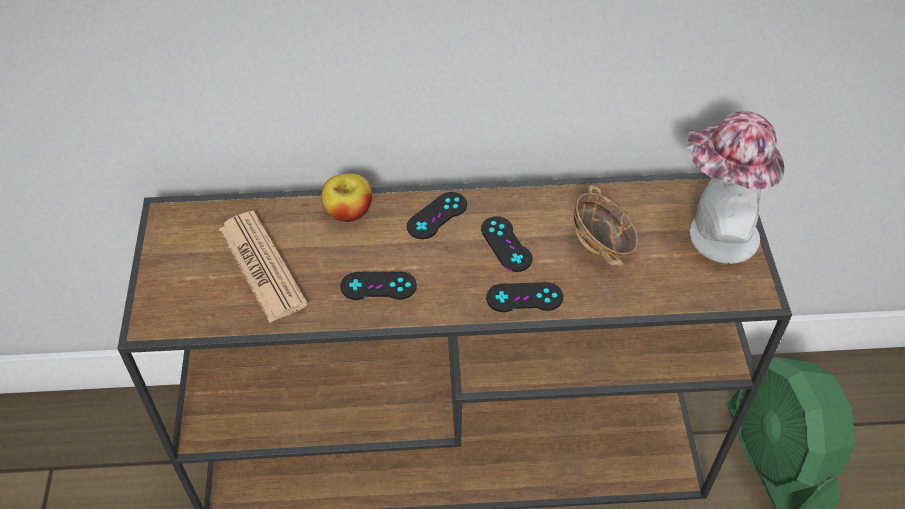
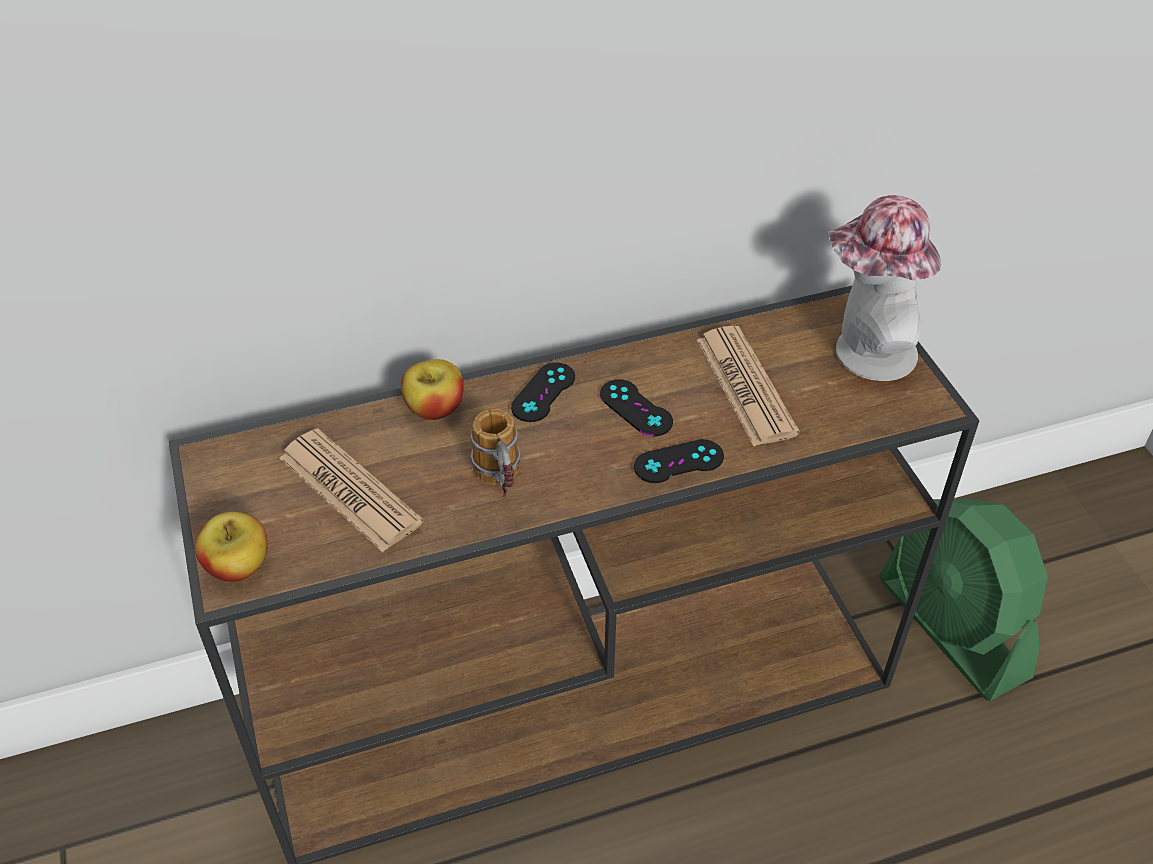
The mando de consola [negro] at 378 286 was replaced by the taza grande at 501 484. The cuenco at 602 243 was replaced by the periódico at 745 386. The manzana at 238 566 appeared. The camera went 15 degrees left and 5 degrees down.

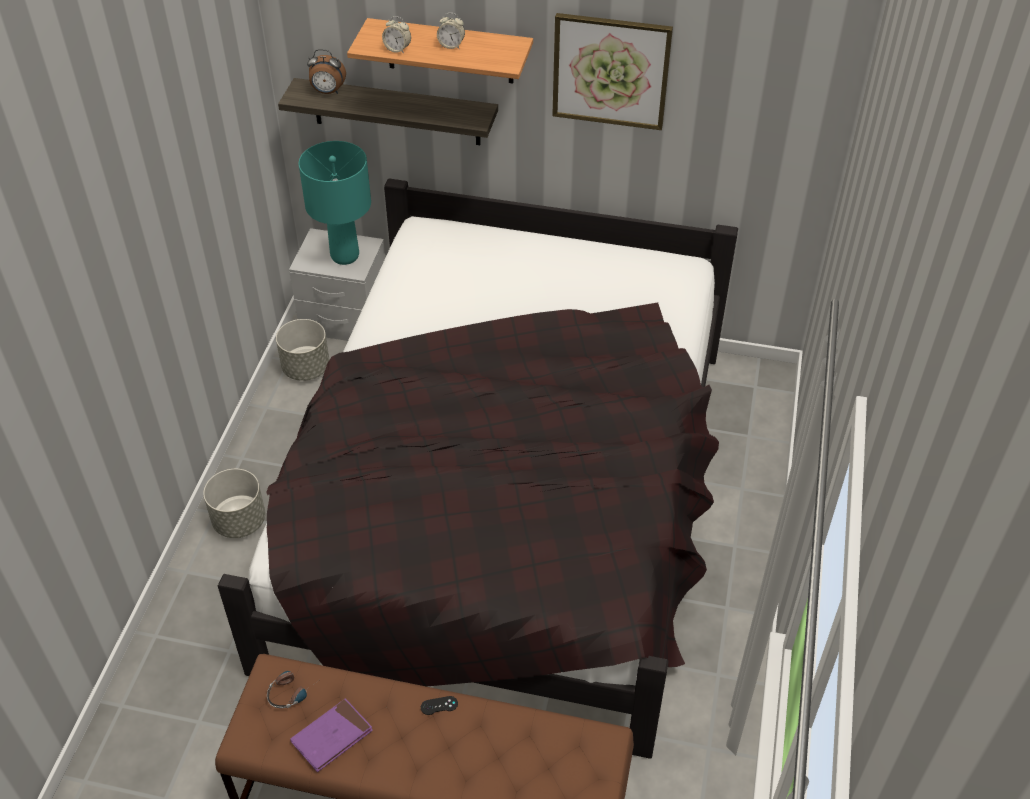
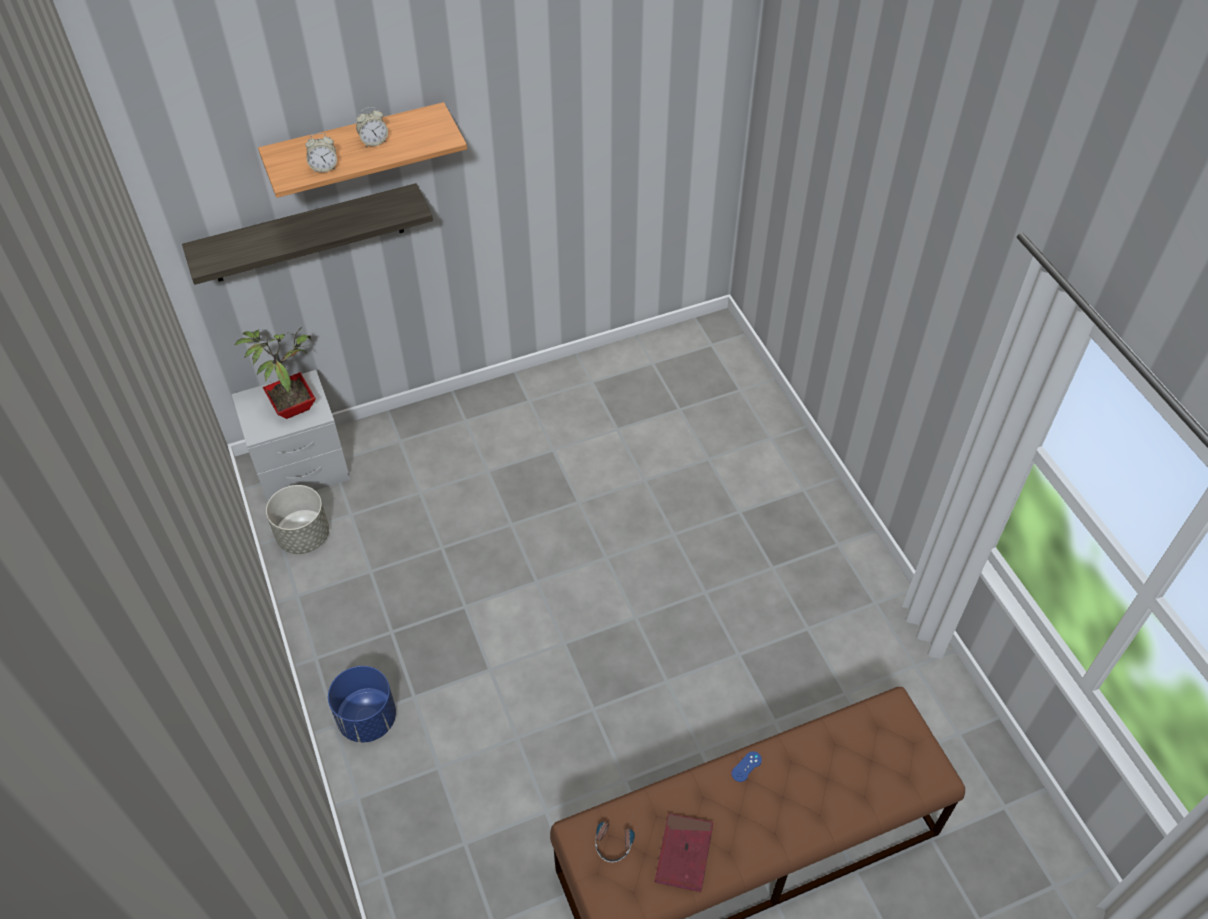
The maceta [gris] at 239 521 became the maceta [azul] at 367 719. The cama [negro] at 508 502 disappeared. The libro [morado] at 332 736 became the libro [rojo] at 684 853. The lámpara de mesa [turquesa] at 344 256 was replaced by the planta en maceta at 292 405. The despertador at 328 92 disappeared. The mando de consola [negro] at 439 705 became the mando de consola [azul] at 746 766. The cuadro at 610 71 disappeared. The camera went 35 degrees left and 5 degrees up.

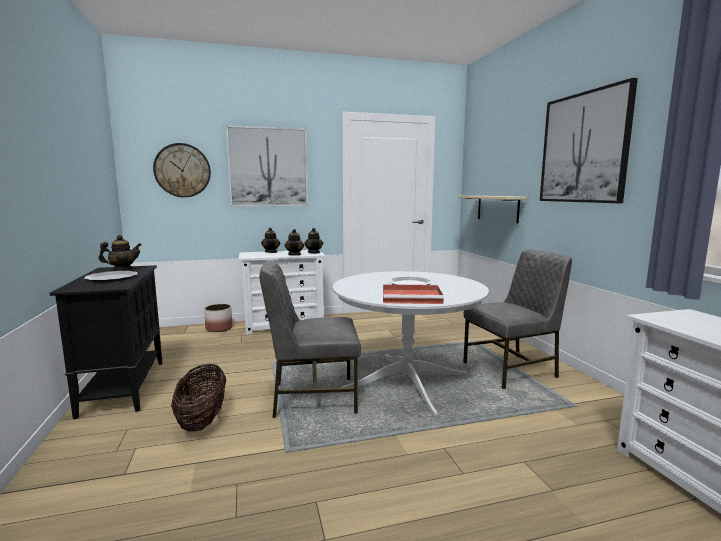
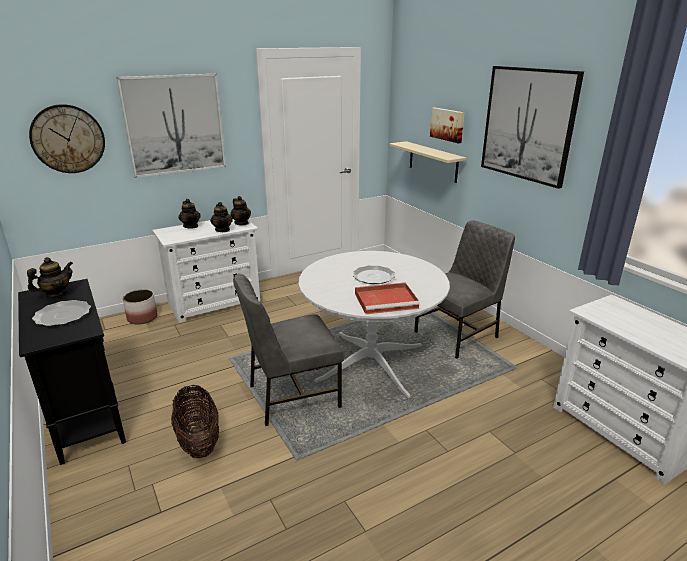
The cuadro at 448 124 appeared. The camera went 15 degrees left and 15 degrees up.

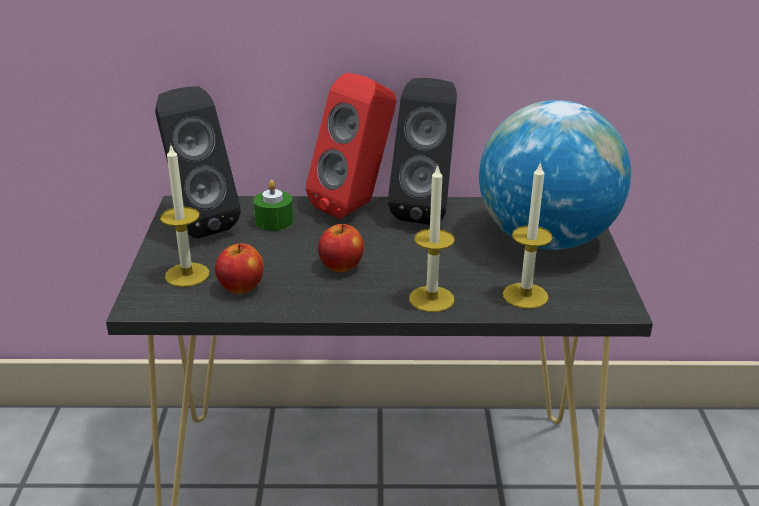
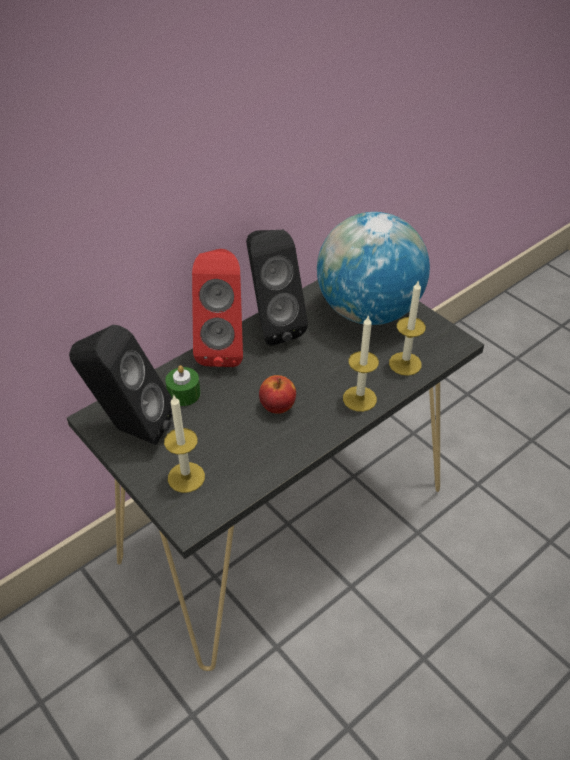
The manzana at 241 287 disappeared. The camera went 40 degrees left and 15 degrees up.

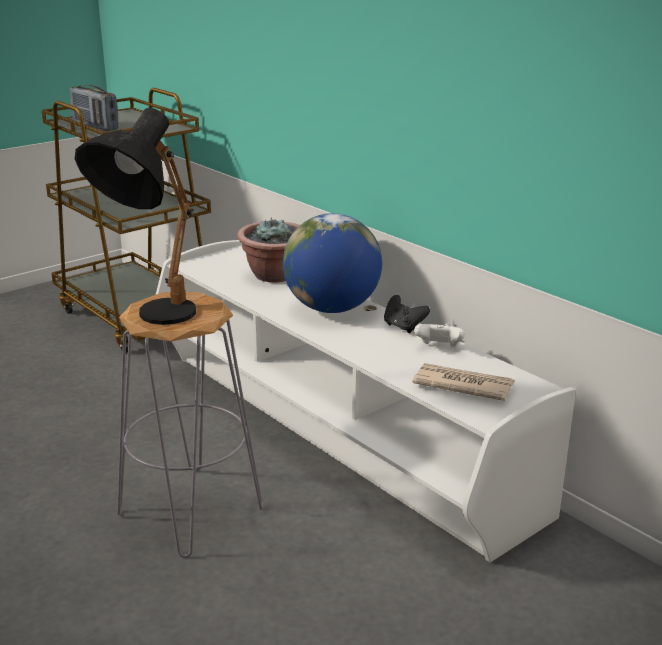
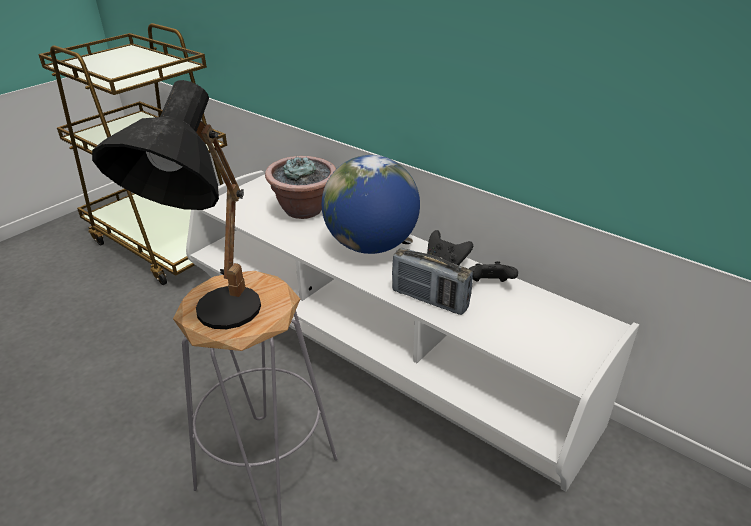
The radio moved from 95 126 to 429 299. The periódico at 462 385 disappeared. The mando de consola [blanco] at 439 348 became the mando de consola [negro] at 489 285. The camera went 10 degrees left and 10 degrees up.

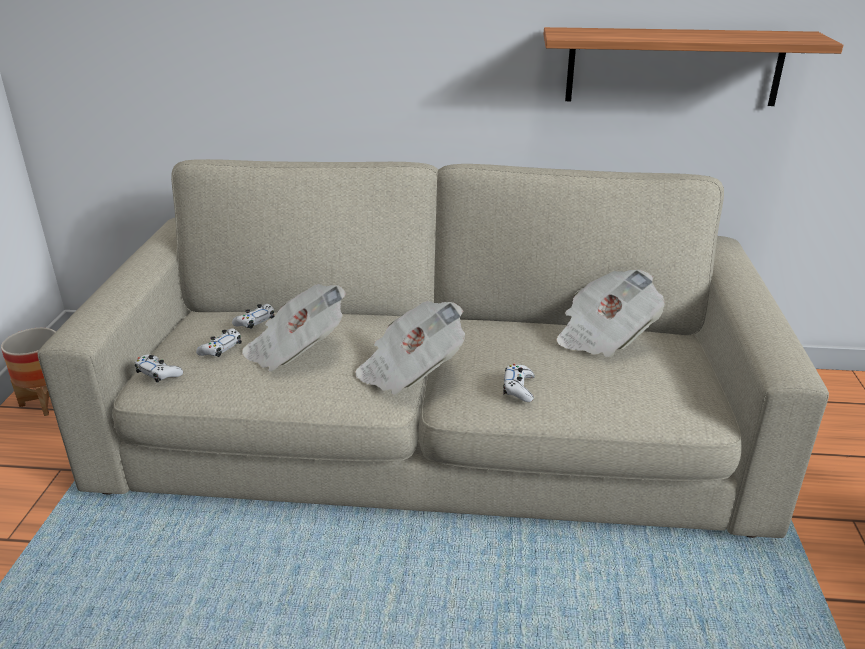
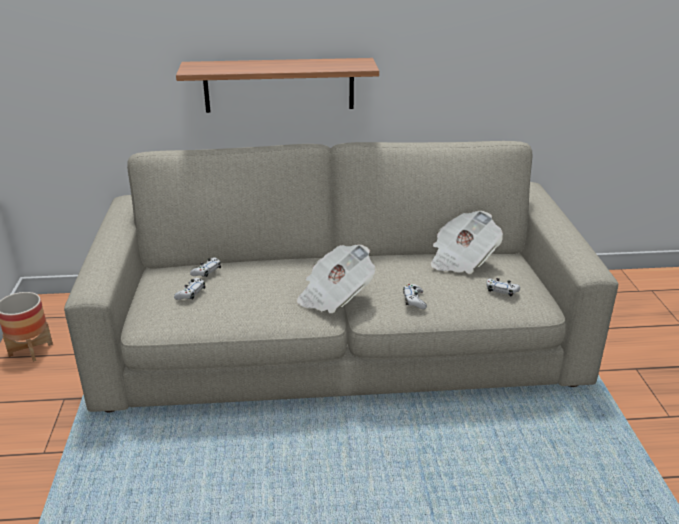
The mando de consola [blanco] moved from 158 373 to 501 290. The periódico at 295 350 disappeared. The estante moved from 673 67 to 279 85. The camera went 10 degrees left and 0 degrees up.

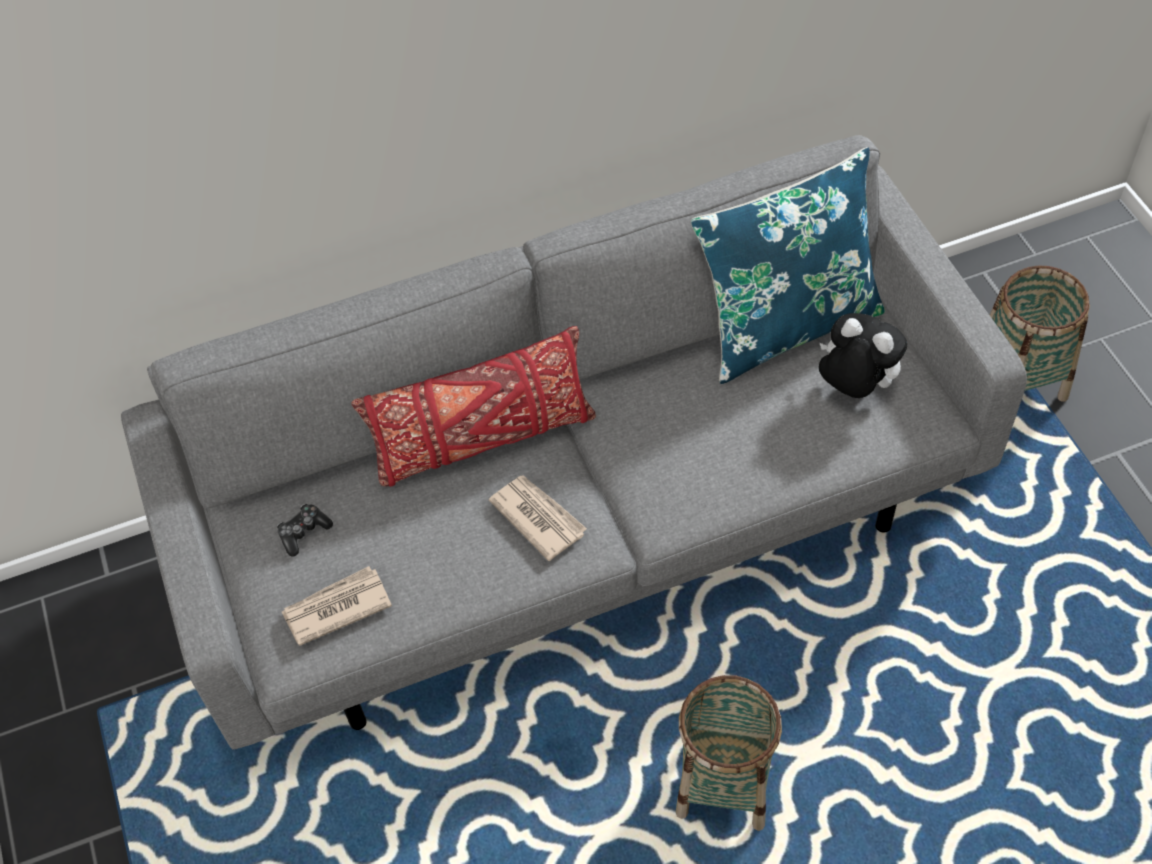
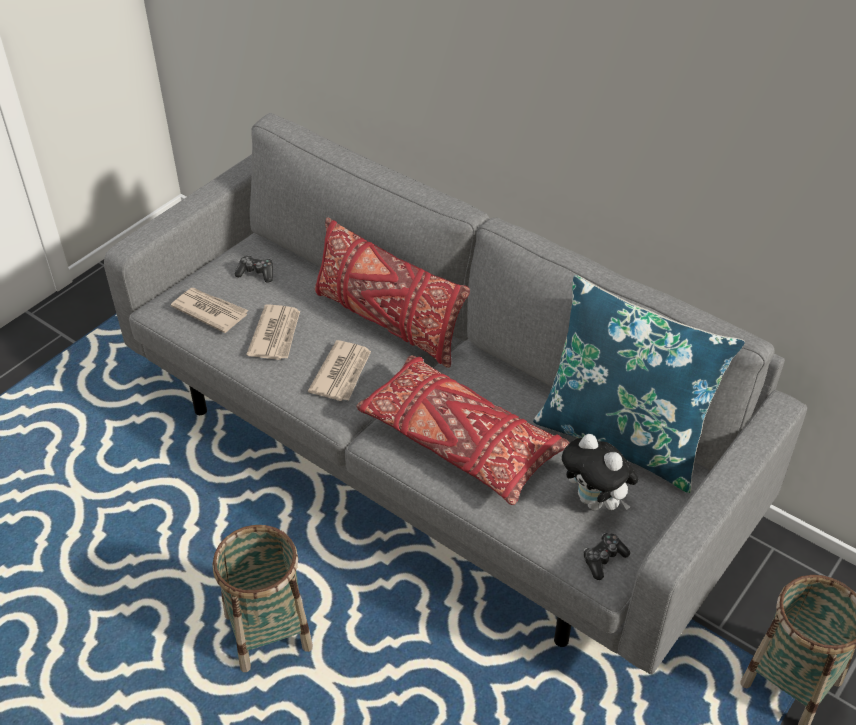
The peluche at 854 386 turned 135 degrees clockwise. The periódico at 276 334 appeared. The cojín [rojo] at 459 441 appeared. The mando de consola at 603 559 appeared. The camera went 55 degrees right and 10 degrees down.

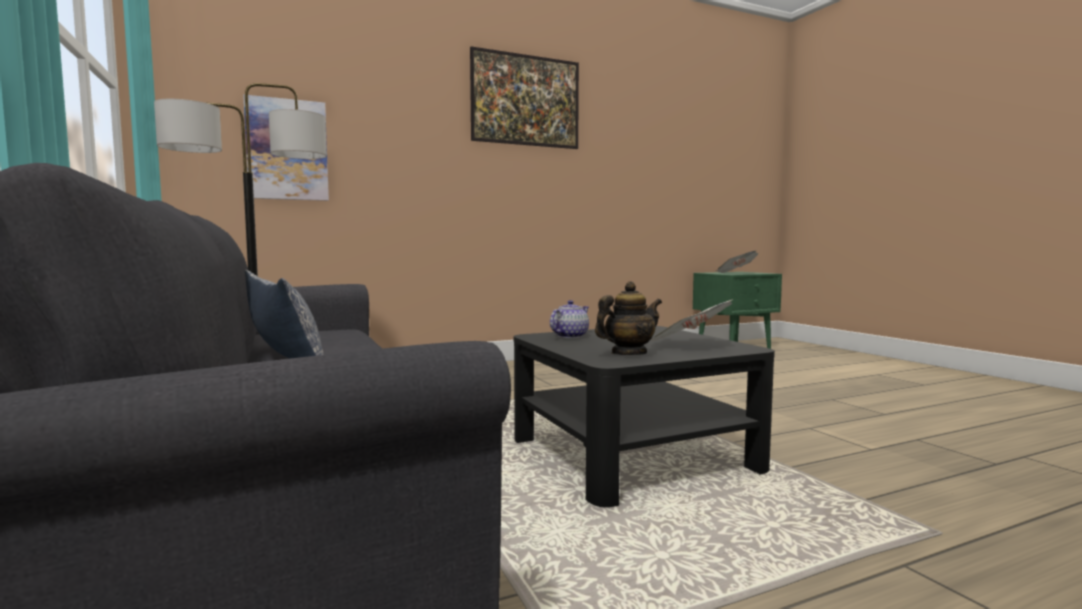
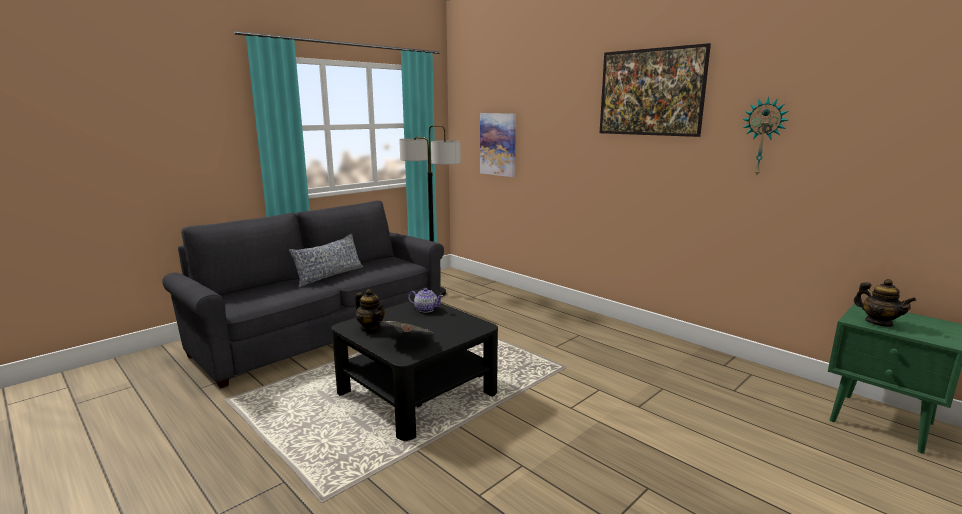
The periódico at 735 273 was replaced by the tetera at 878 323. The reloj de pared at 763 137 appeared. The camera went 70 degrees right and 10 degrees up.

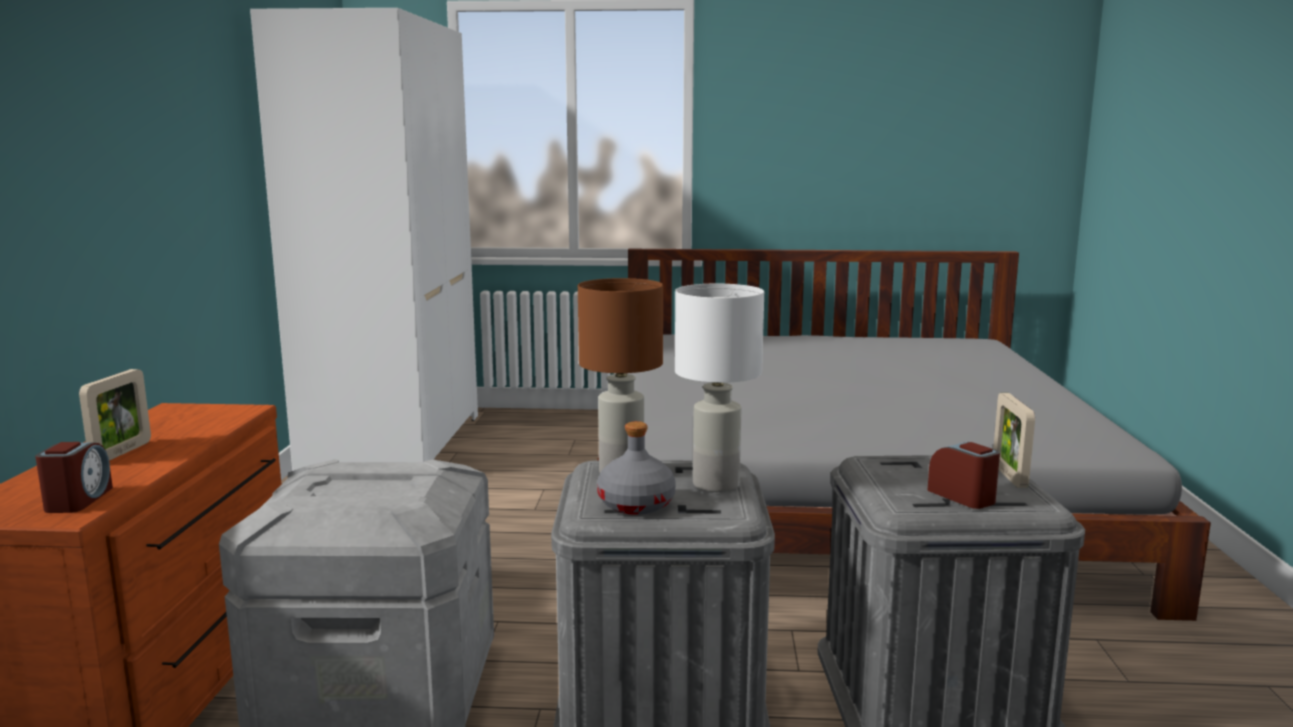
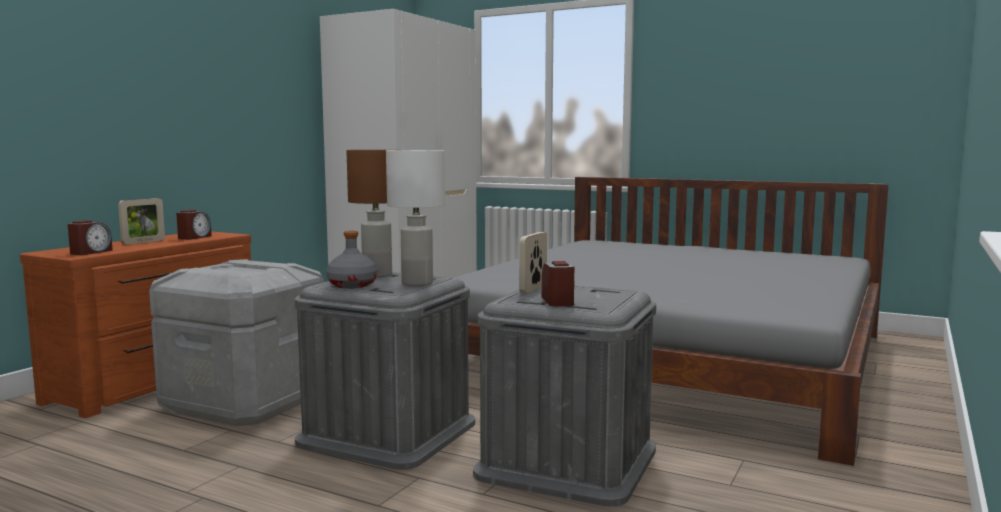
The portarretratos moved from 1009 476 to 533 289. The despertador at 194 237 appeared. The camera went 25 degrees right and 5 degrees down.

